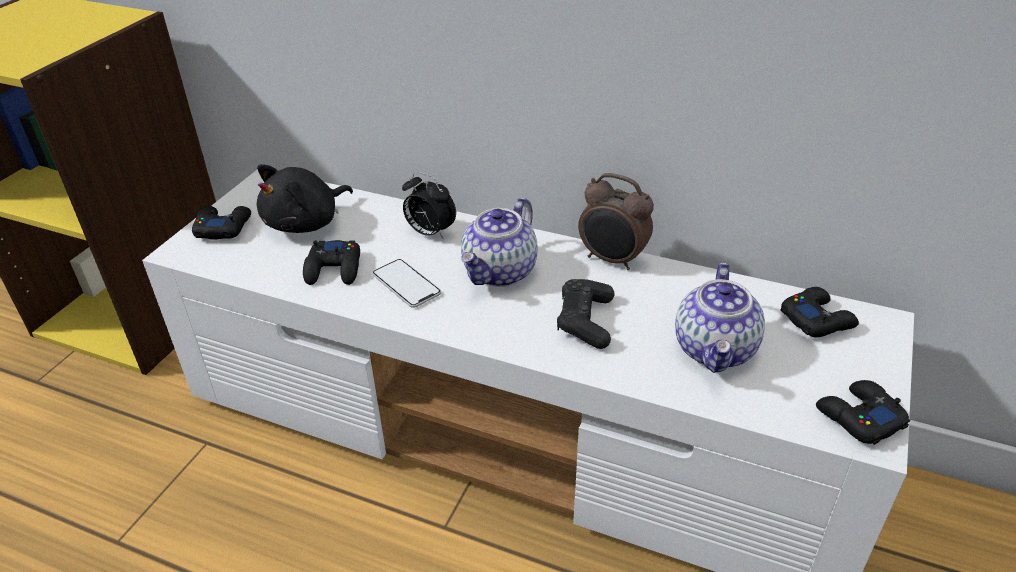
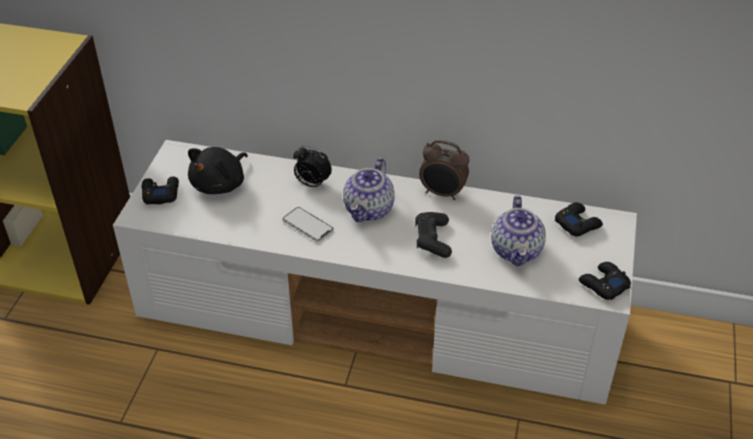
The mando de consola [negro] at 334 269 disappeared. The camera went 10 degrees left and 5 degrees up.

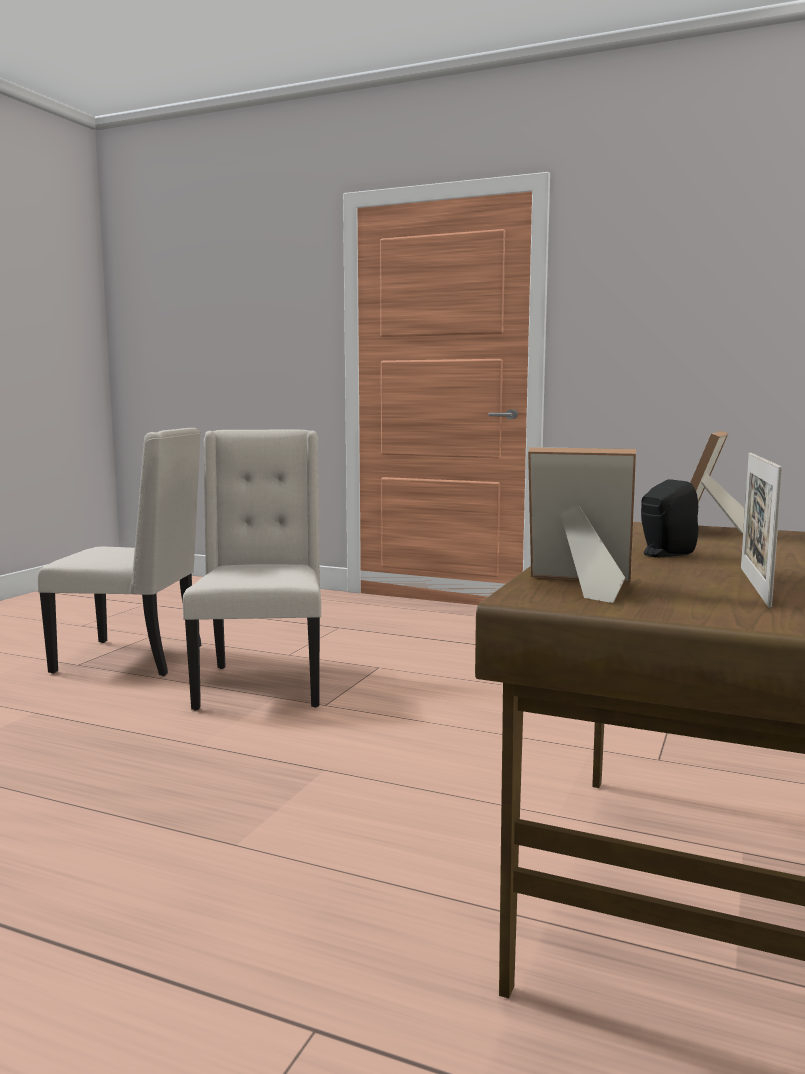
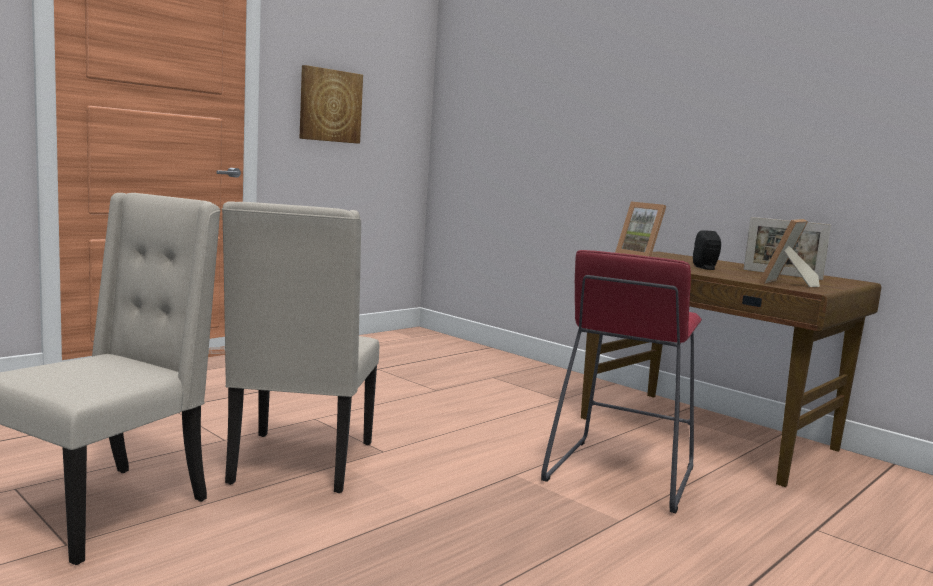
The silla [beis] at 262 685 turned 105 degrees counterclockwise. The cuadro at 330 105 appeared. The taburete [rojo] at 620 474 appeared. The camera went 70 degrees left and 0 degrees up.

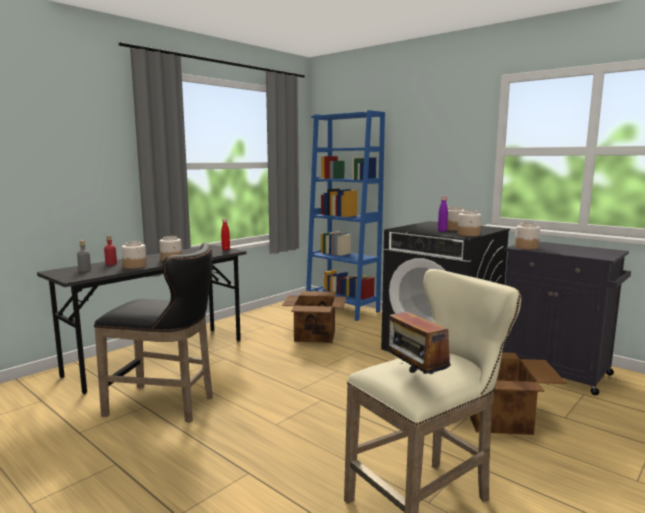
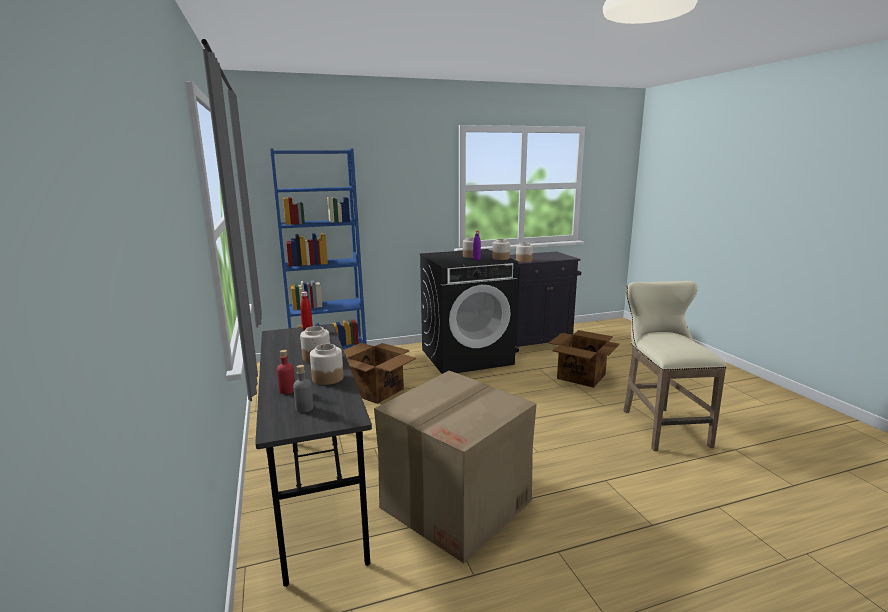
The taburete [negro] at 166 406 was replaced by the caja de cartón at 457 503. The radio at 415 379 disappeared. The camera went 60 degrees left and 5 degrees up.

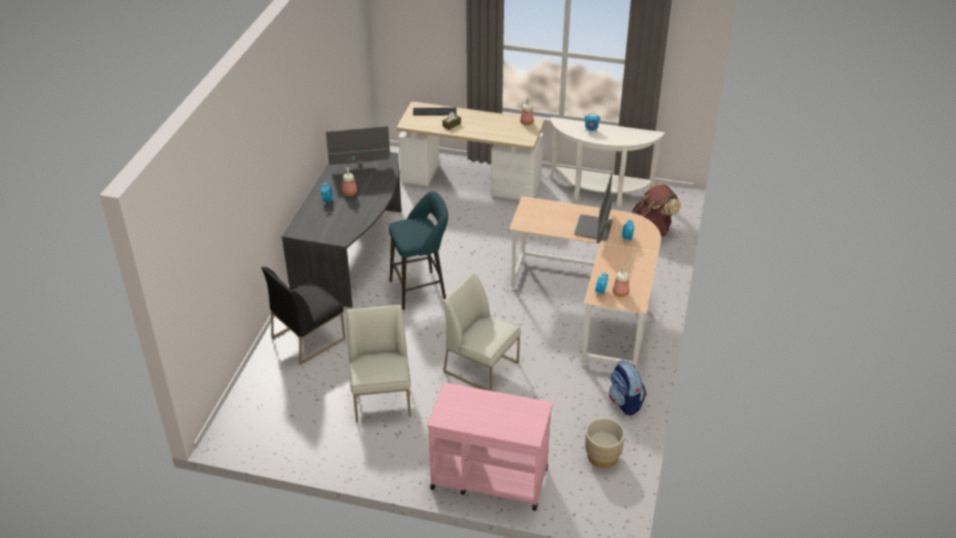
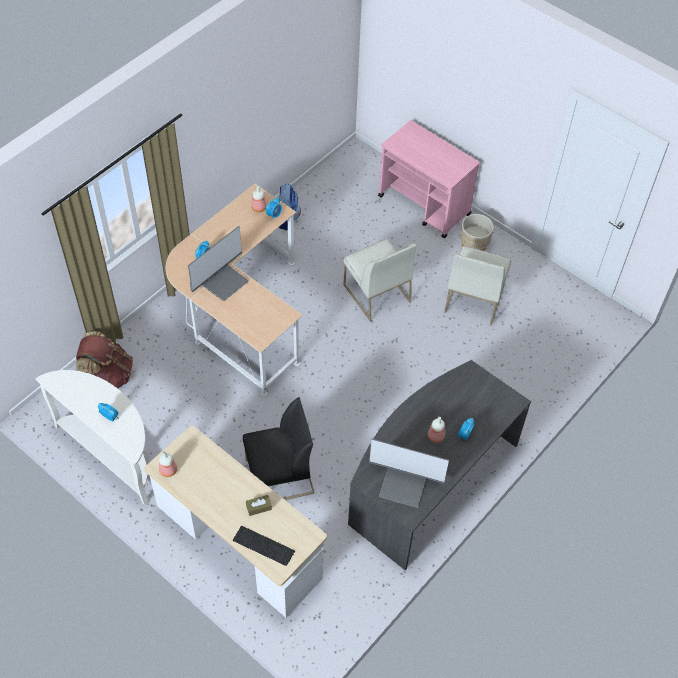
The silla [negro] moved from 308 338 to 279 477. The taburete [turquesa] at 421 289 disappeared. The maceta [beis] moved from 602 456 to 474 245. The camera went 155 degrees left and 15 degrees up.

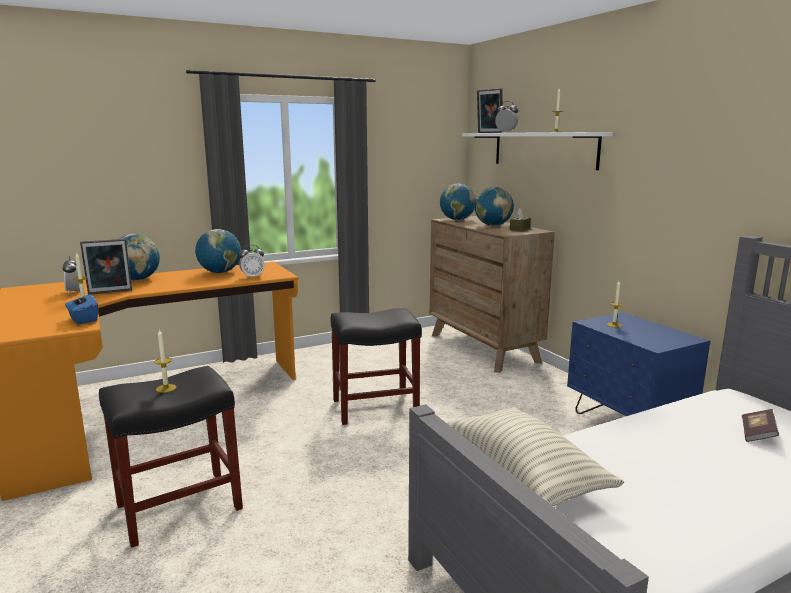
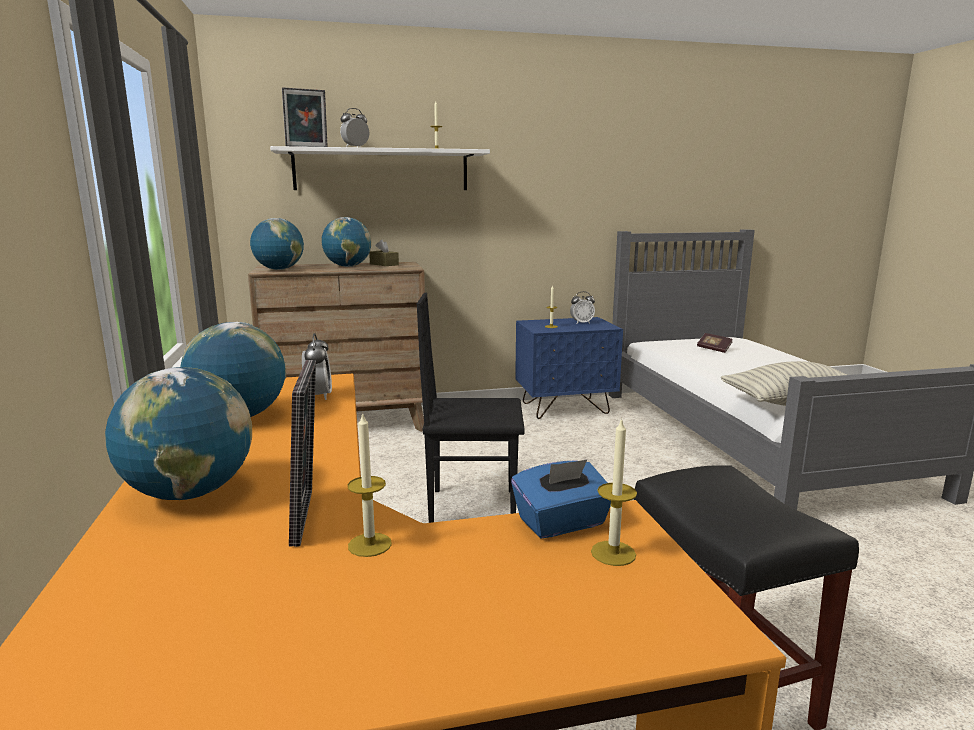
The despertador moved from 74 292 to 581 323. The vela moved from 166 388 to 613 553. The taburete [negro] at 376 407 was replaced by the silla [negro] at 472 506. The camera went 75 degrees left and 0 degrees up.

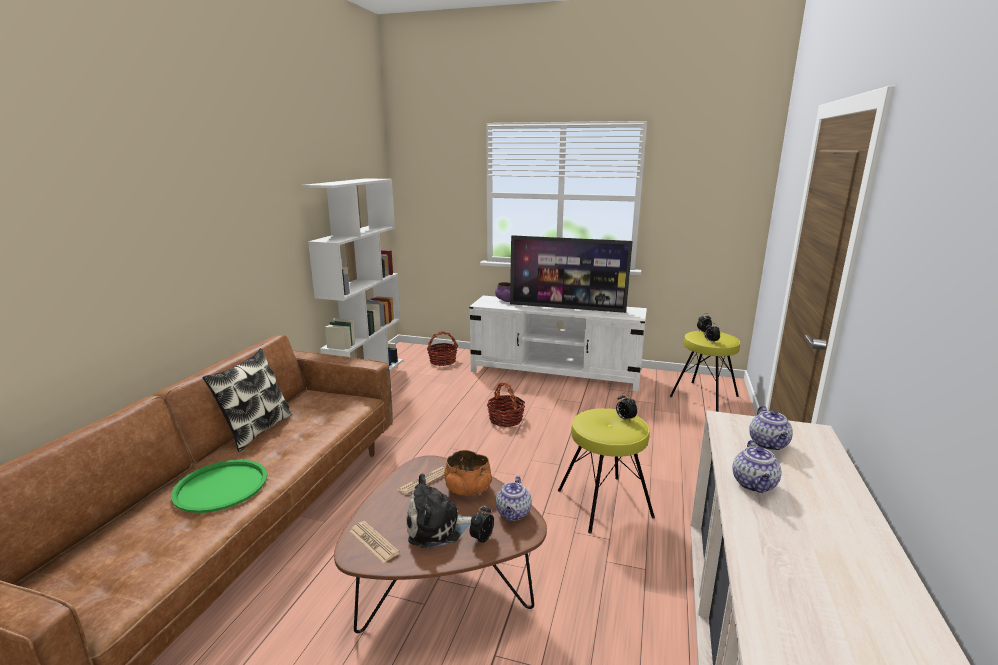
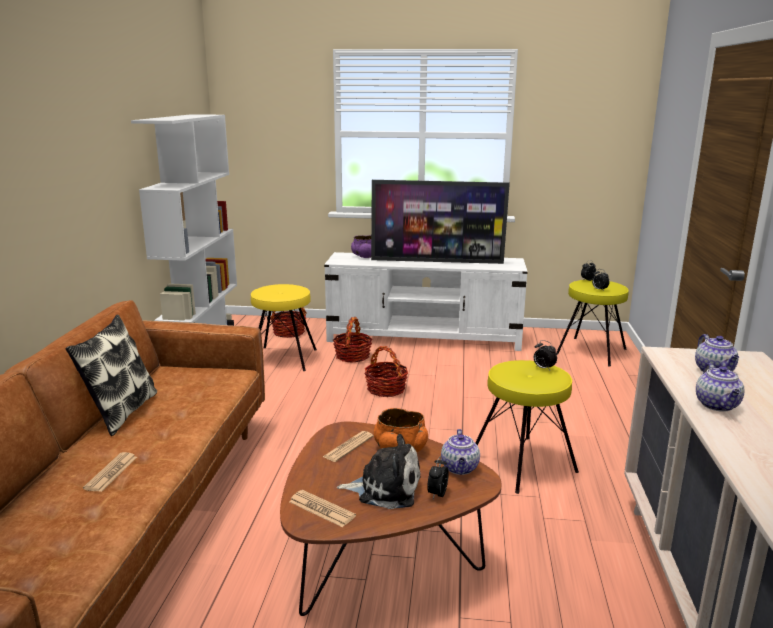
The bandeja [verde] at 221 486 was replaced by the periódico at 111 473. The peluche at 437 527 turned 150 degrees counterclockwise. The taburete [amarillo] at 284 358 appeared. The cesta at 352 356 appeared. The camera went 10 degrees left and 0 degrees up.

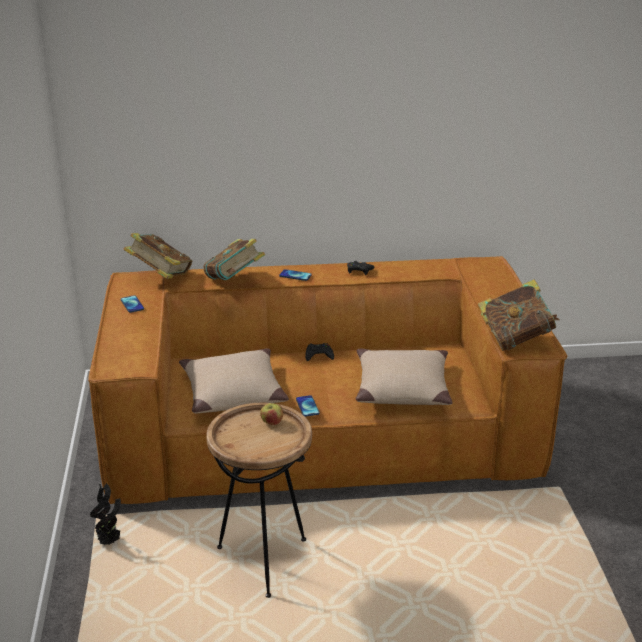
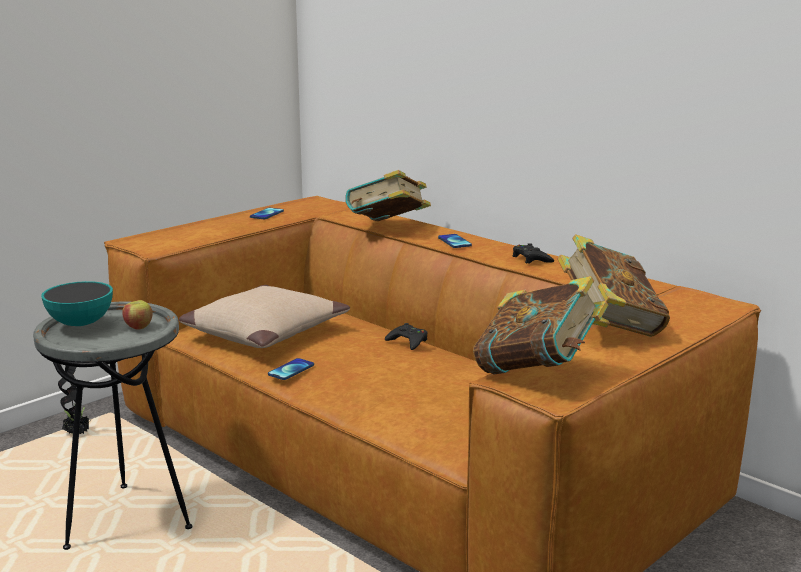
The libro moved from 160 277 to 609 327. The mesa auxiliar [marrón] at 263 561 became the mesa auxiliar [gris] at 127 520. The cojín [beis] at 401 388 disappeared. The cuenco at 80 324 appeared. The camera went 50 degrees right and 10 degrees down.

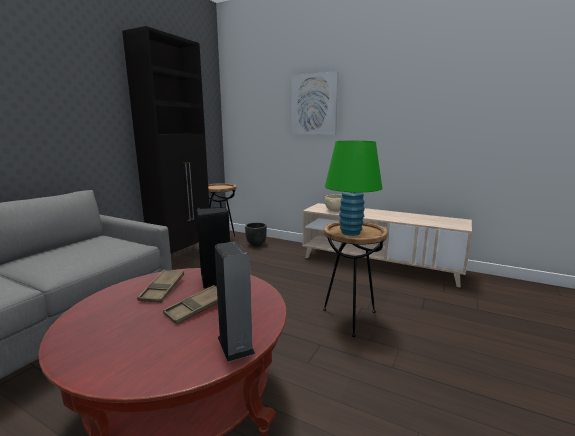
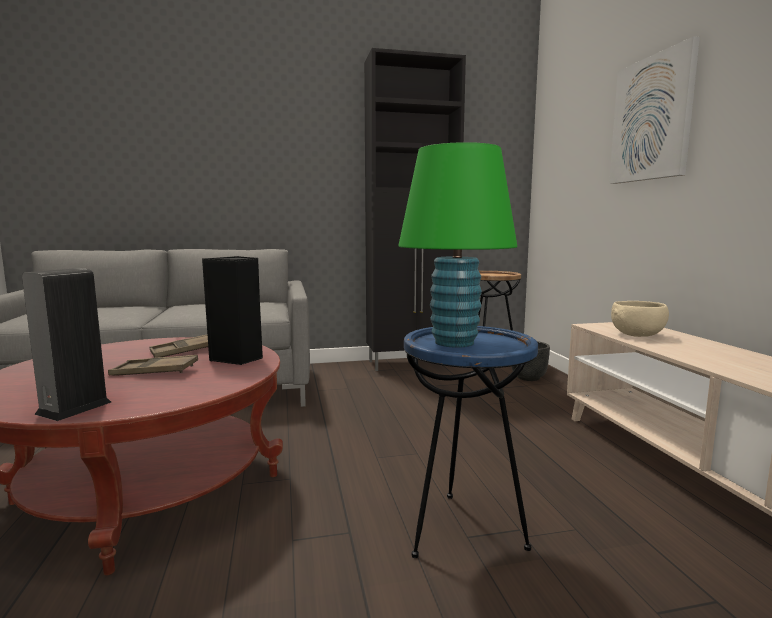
The mesa auxiliar [marrón] at 350 318 became the mesa auxiliar [azul] at 463 531. The camera went 50 degrees right and 5 degrees down.

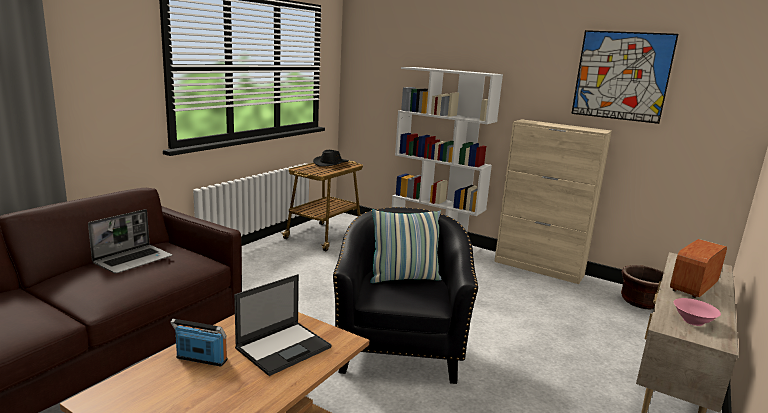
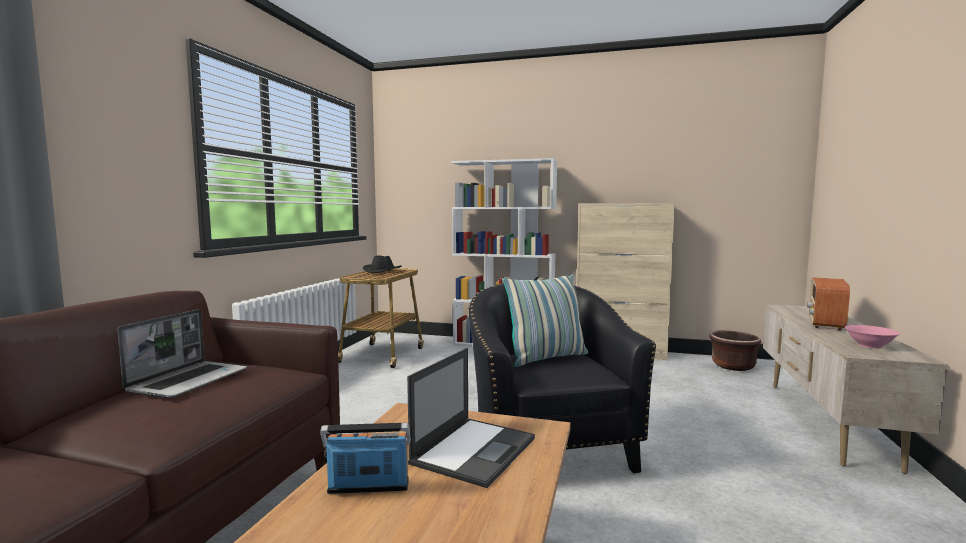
The cuadro at 621 76 disappeared. The camera went 15 degrees left and 10 degrees down.

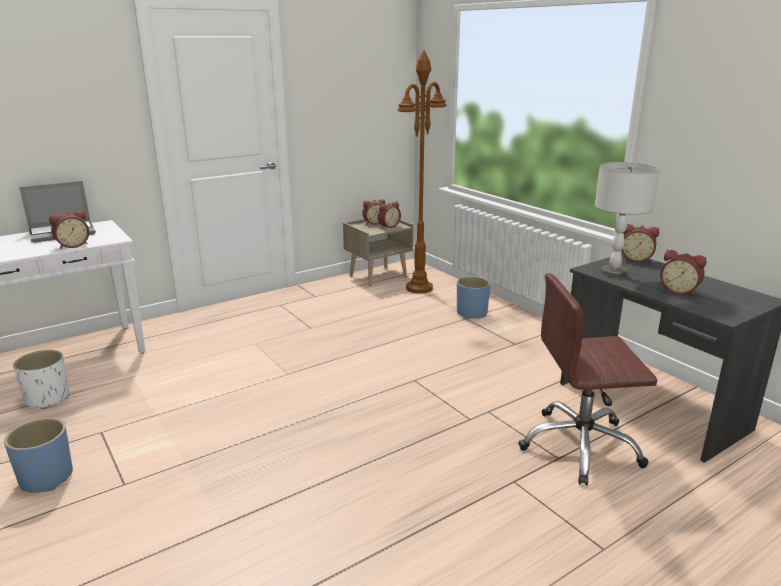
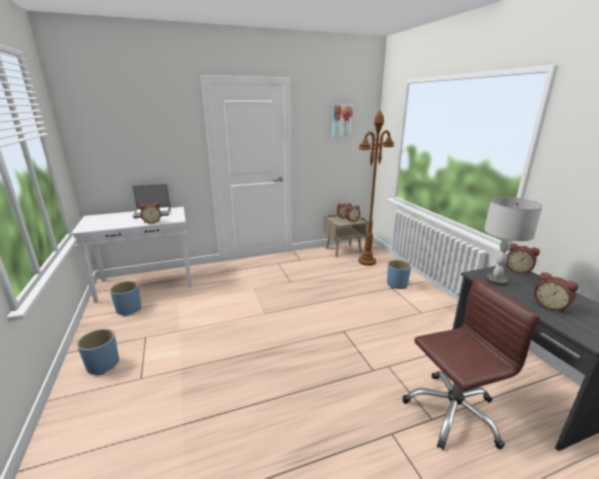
The maceta [blanco] at 47 399 became the maceta [azul] at 128 309. The silla de oficina [marrón] at 580 446 turned 150 degrees clockwise. The cuadro at 341 120 appeared. The camera went 15 degrees right and 0 degrees up.

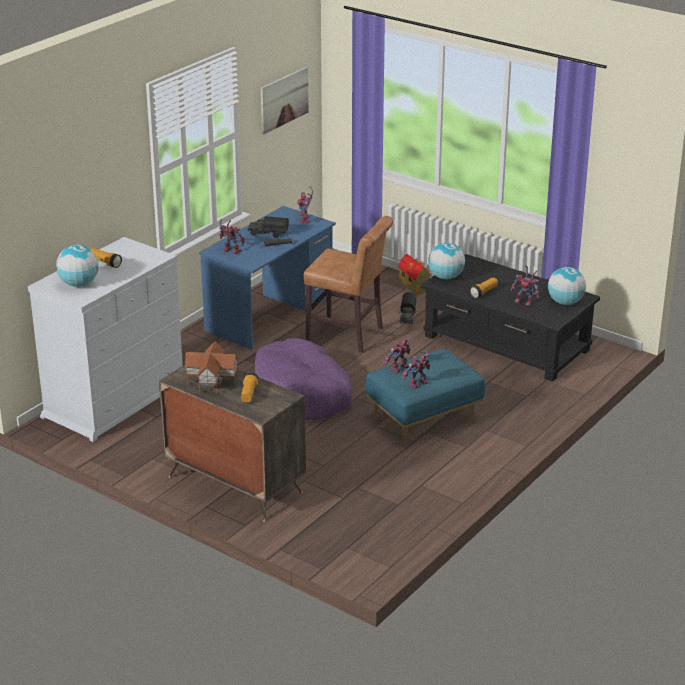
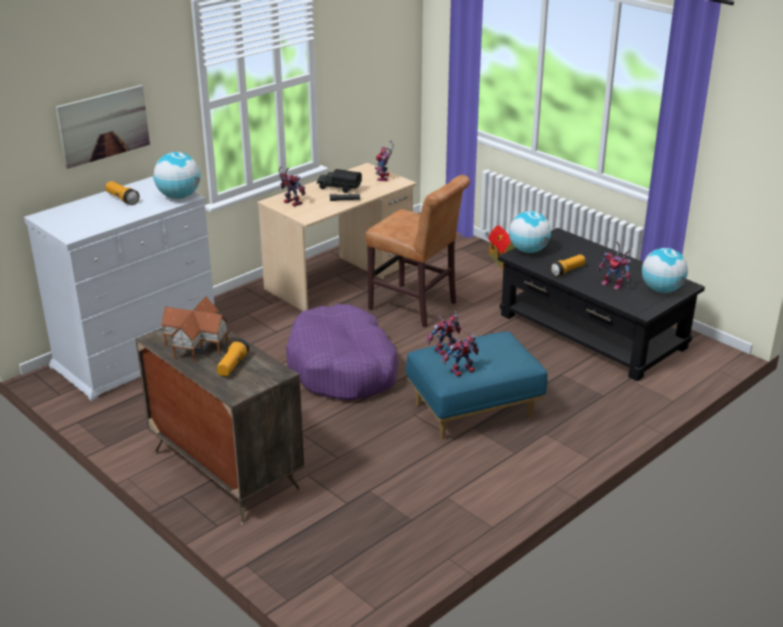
The globo terráqueo moved from 79 284 to 179 196. The escritorio [azul] at 270 314 became the escritorio [beis] at 340 277. The cuadro moved from 284 100 to 103 125. The camión de juguete at 407 317 disappeared. The camera went 10 degrees right and 0 degrees up.

